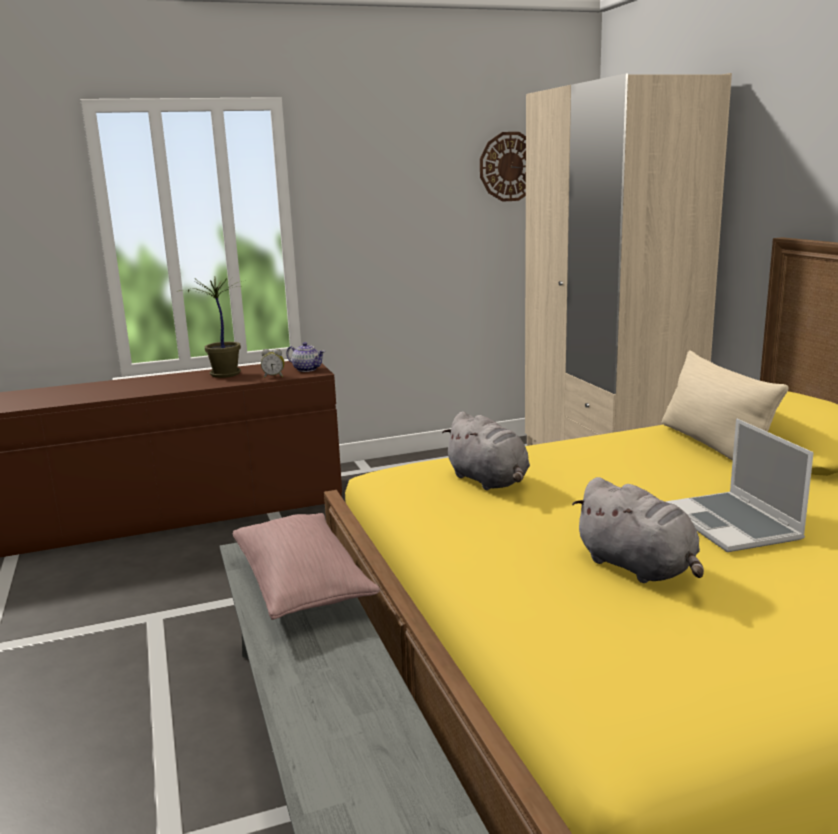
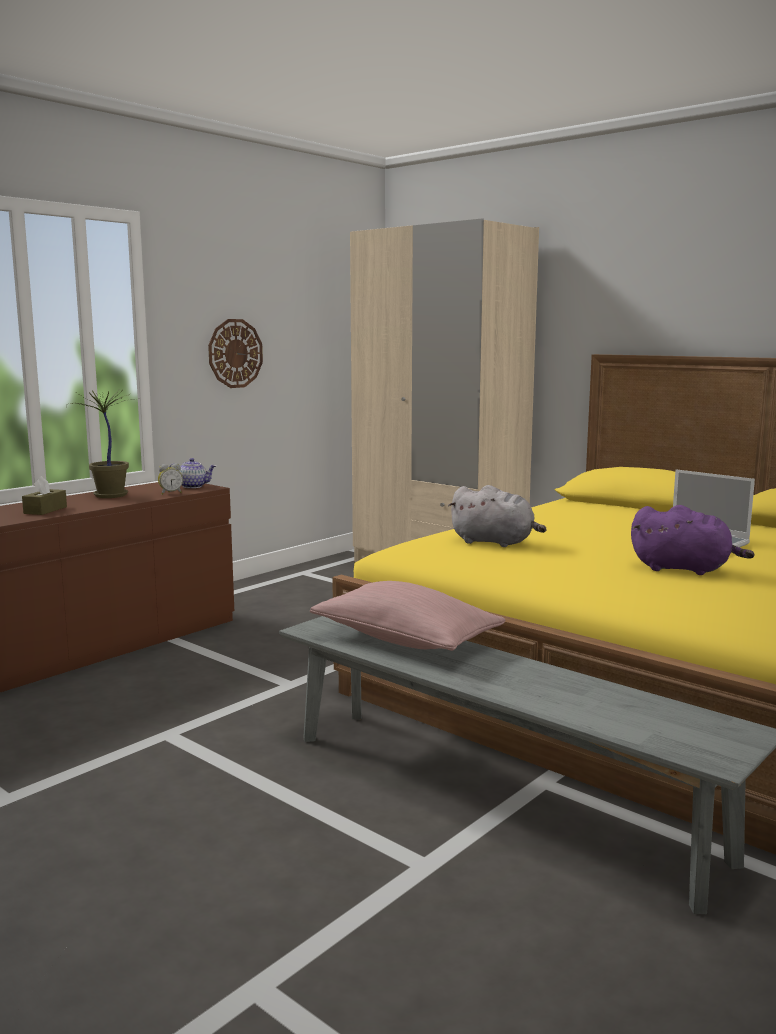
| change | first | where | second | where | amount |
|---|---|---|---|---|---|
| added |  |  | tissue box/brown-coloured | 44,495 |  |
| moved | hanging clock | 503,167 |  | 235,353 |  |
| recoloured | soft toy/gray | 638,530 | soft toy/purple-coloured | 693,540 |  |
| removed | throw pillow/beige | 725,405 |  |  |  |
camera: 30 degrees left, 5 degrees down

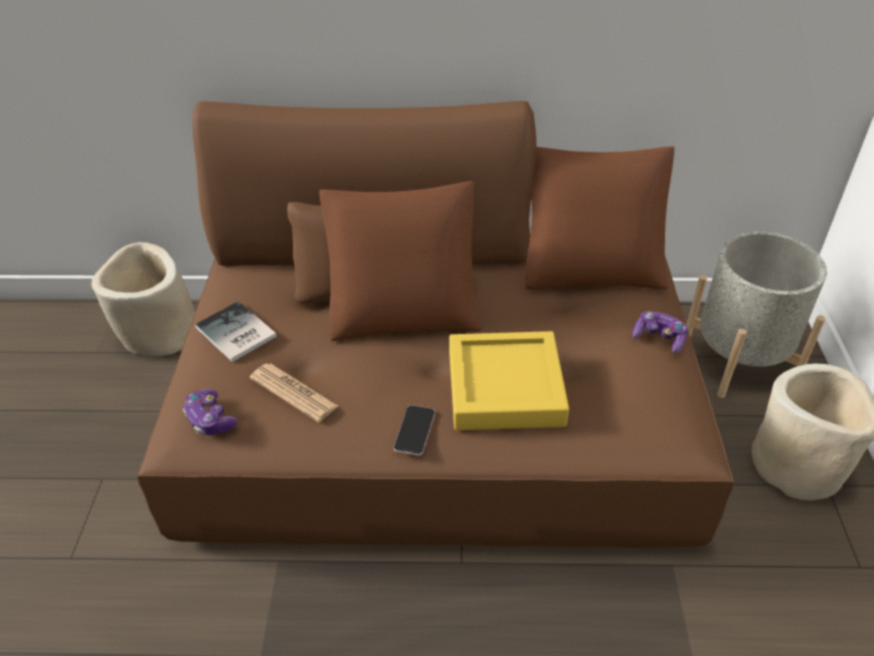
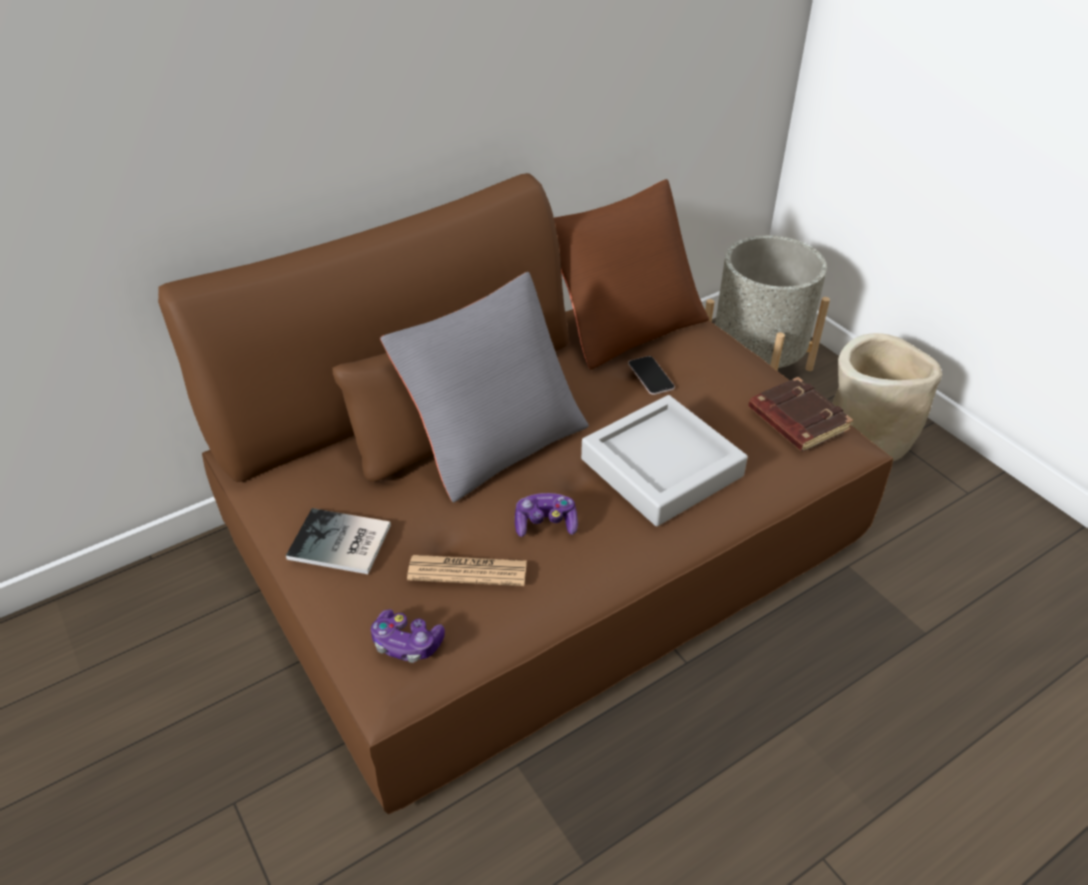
| change | first | where | second | where | amount |
|---|---|---|---|---|---|
| recoloured | throw pillow/brown-coloured | 400,261 | throw pillow/gray | 484,387 |  |
| moved | game controller | 660,332 |  | 546,515 |  |
| recoloured | tray/yellow | 509,380 | tray/gray | 664,460 |  |
| moved | phone | 414,430 |  | 651,375 |  |
| added |  |  | bound book/brown-coloured | 800,414 |  |
| removed | plant pot/beige | 143,299 |  |  |  |
camera: 35 degrees left, 0 degrees up

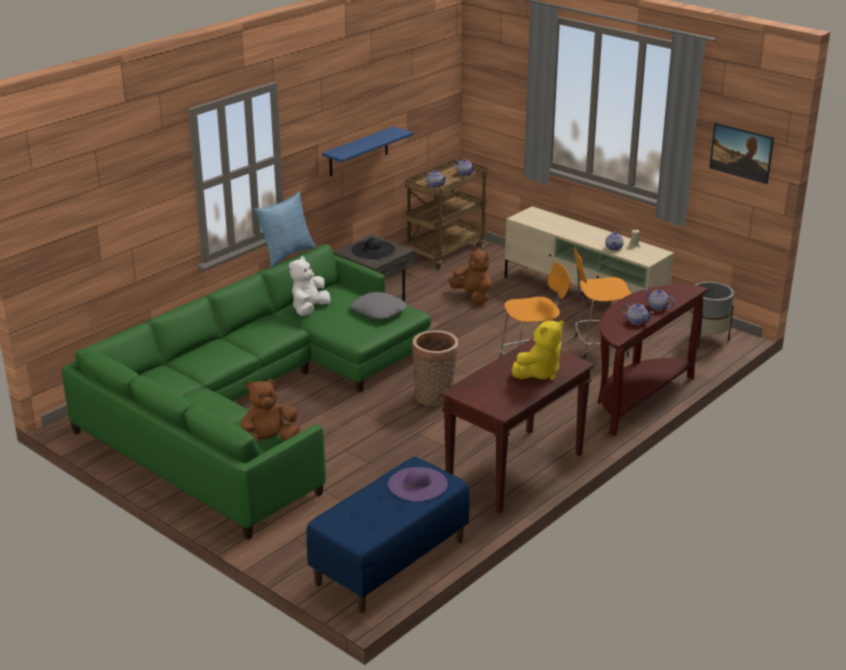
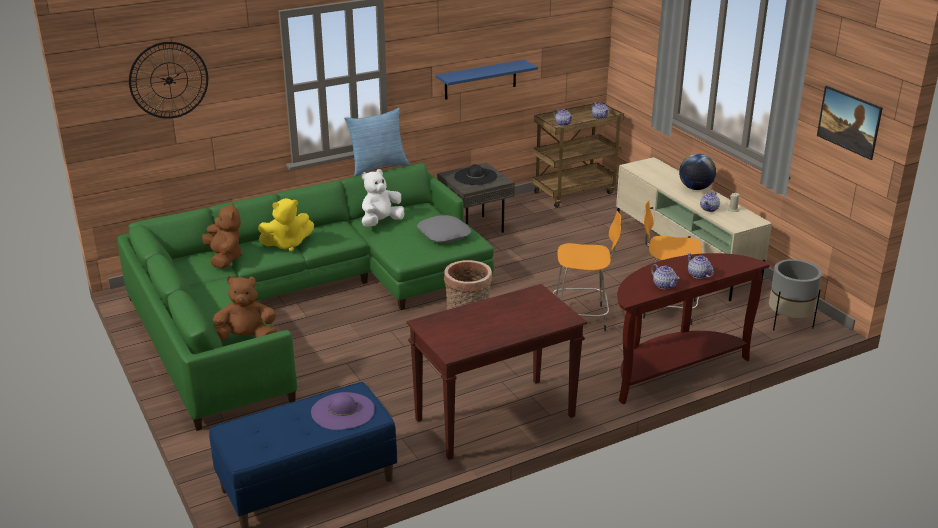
| change | first | where | second | where | amount |
|---|---|---|---|---|---|
| added |  |  | hanging clock | 168,80 |  |
| moved | soft toy/brown-coloured | 470,275 |  | 222,236 |  |
| moved | soft toy/yellow | 538,350 |  | 286,225 |  |
| added |  |  | desk globe | 697,172 |  |
camera: 20 degrees right, 0 degrees up

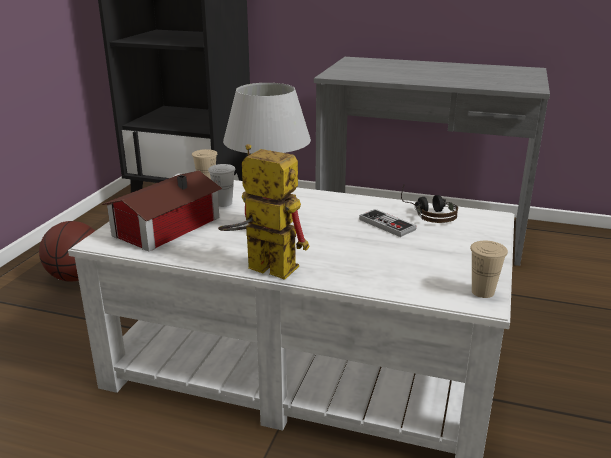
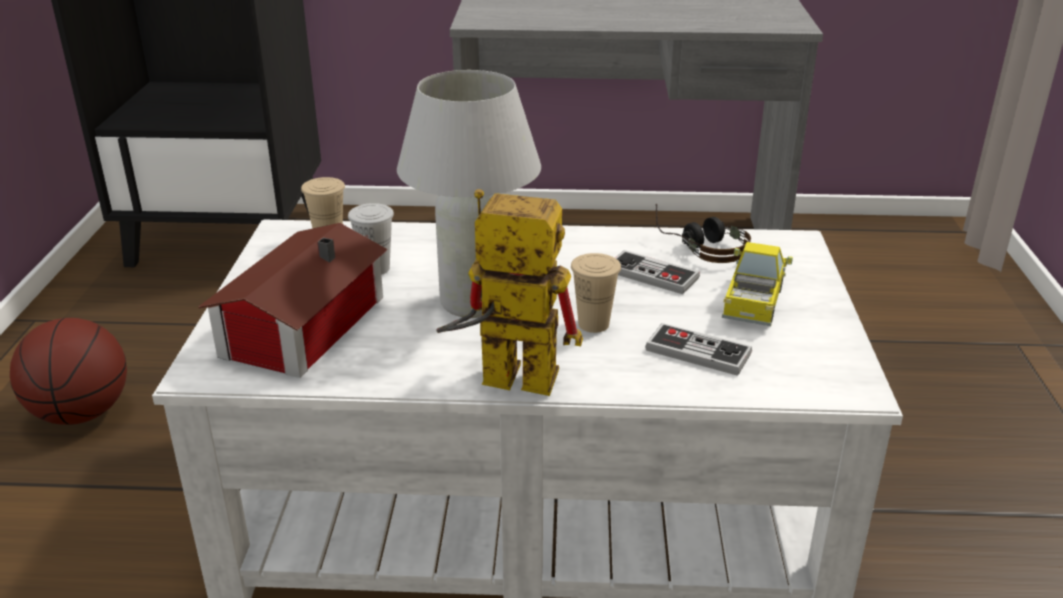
| change | first | where | second | where | amount |
|---|---|---|---|---|---|
| moved | small cup/beige | 489,269 |  | 596,293 |  |
| added |  |  | game controller | 698,349 |  |
| added |  |  | toy truck | 757,284 |  |
camera: 15 degrees left, 5 degrees up

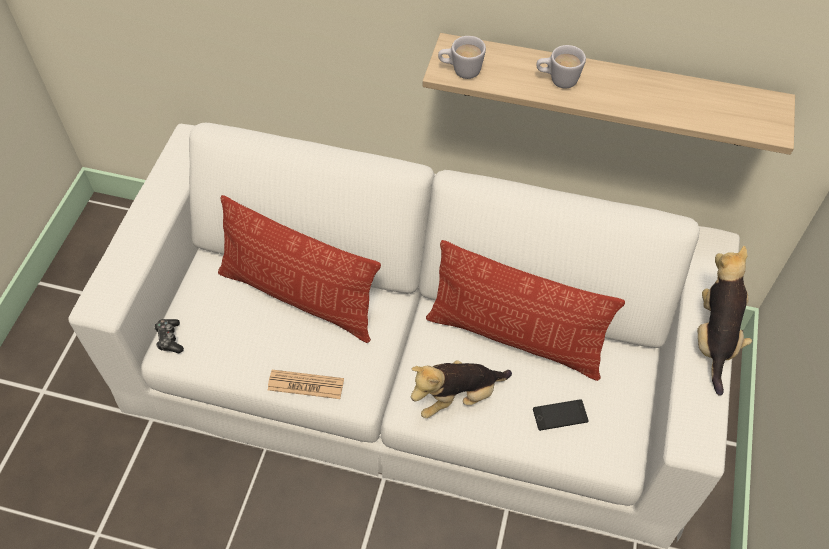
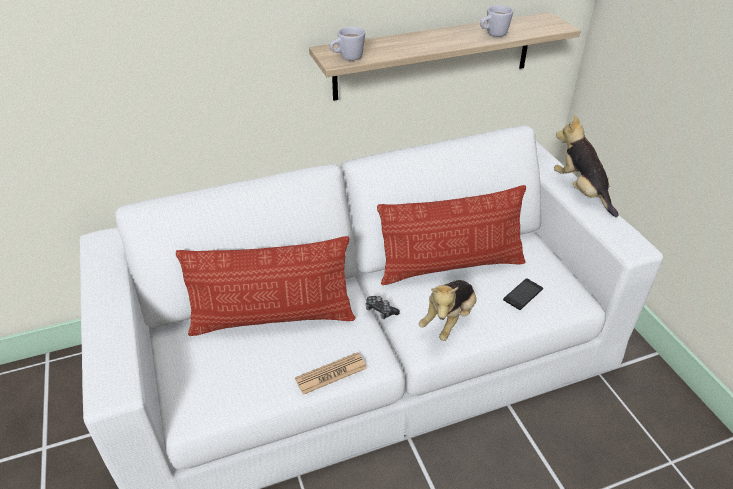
| change | first | where | second | where | amount |
|---|---|---|---|---|---|
| moved | game controller | 169,336 |  | 383,307 |  |
| moved | tea mug/white-coloured | 561,67 |  | 496,21 |  |
camera: 35 degrees left, 15 degrees down

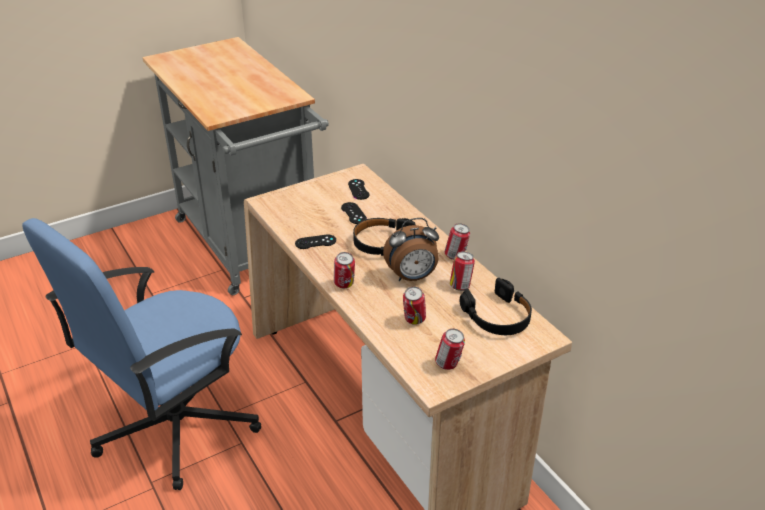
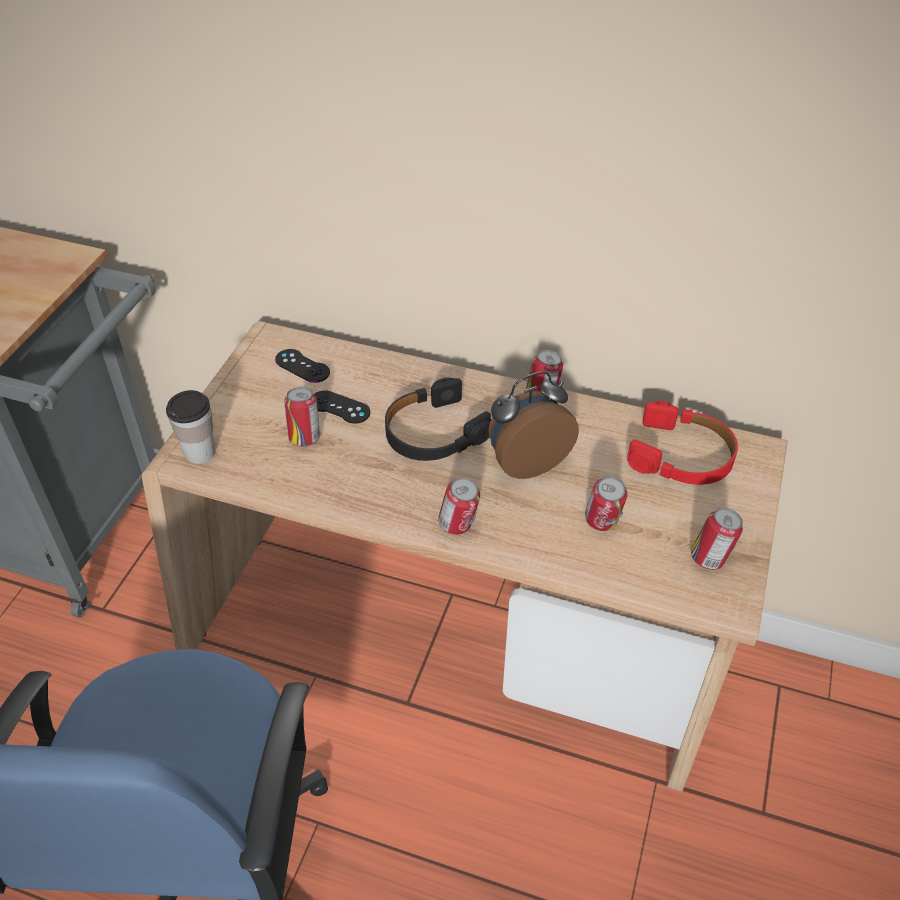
| change | first | where | second | where | amount |
|---|---|---|---|---|---|
| added |  |  | small cup | 190,427 |  |
| moved | metal can | 462,271 |  | 302,417 |  |
| turned | table clock | 411,249 |  | 533,425 | 150 degrees counterclockwise |
| recoloured | headset/black-coloured | 496,306 | headset/reddish | 682,443 |  |
| removed | game controller/black-coloured | 315,241 |  |  |  |
camera: 40 degrees left, 10 degrees up

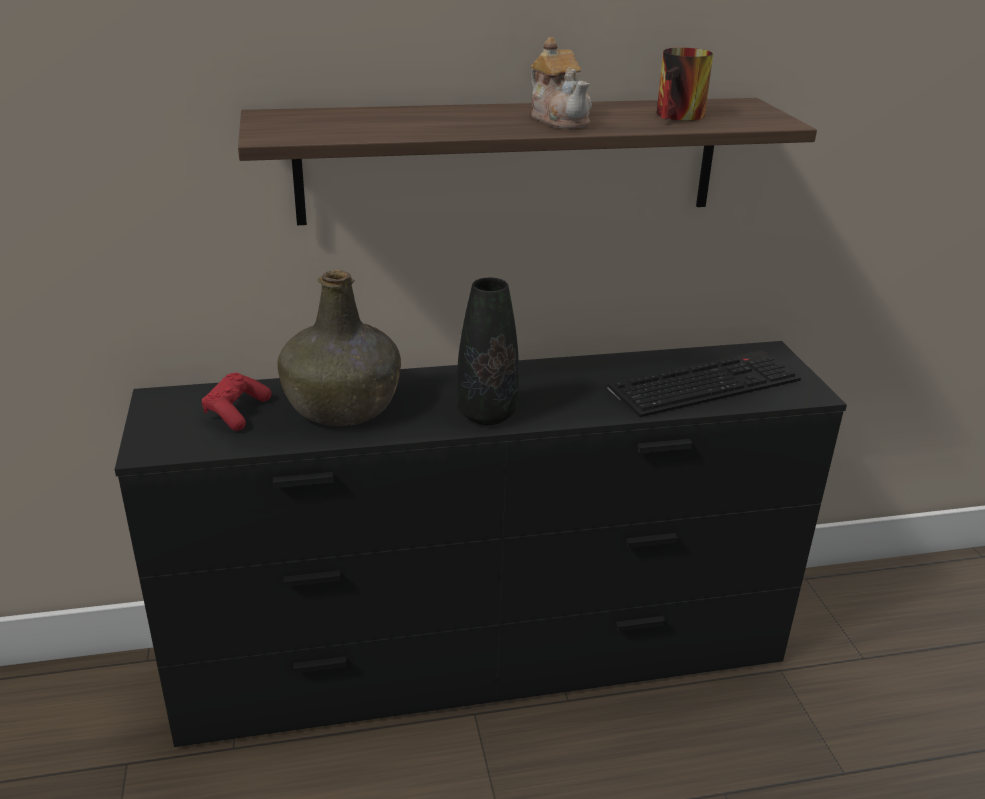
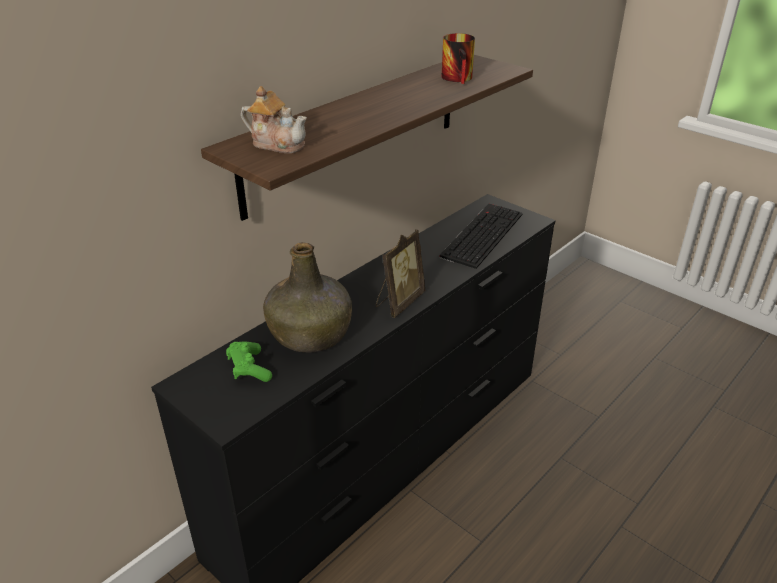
| change | first | where | second | where | amount |
|---|---|---|---|---|---|
| recoloured | game controller/reddish | 236,401 | game controller/green | 249,362 |  |
| moved | teapot | 561,83 |  | 274,119 |  |
| replaced | vase/black-coloured | 488,351 | picture frame | 400,273 |  |
camera: 35 degrees left, 5 degrees up

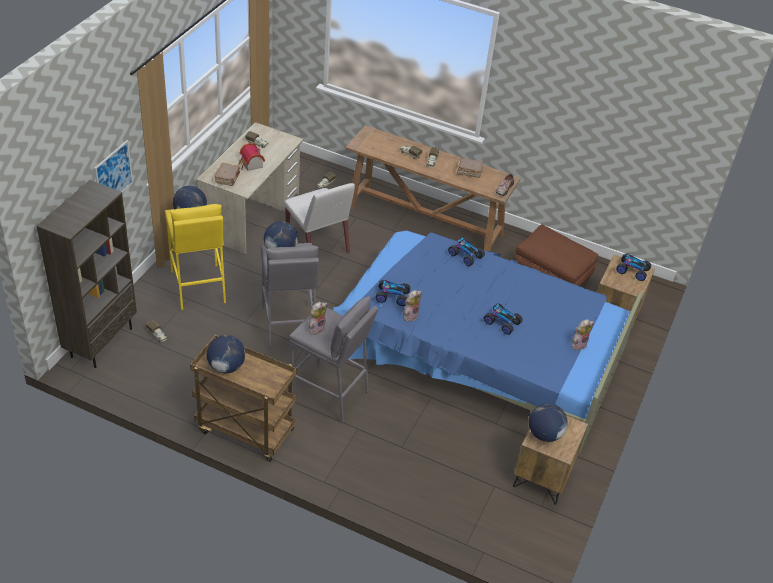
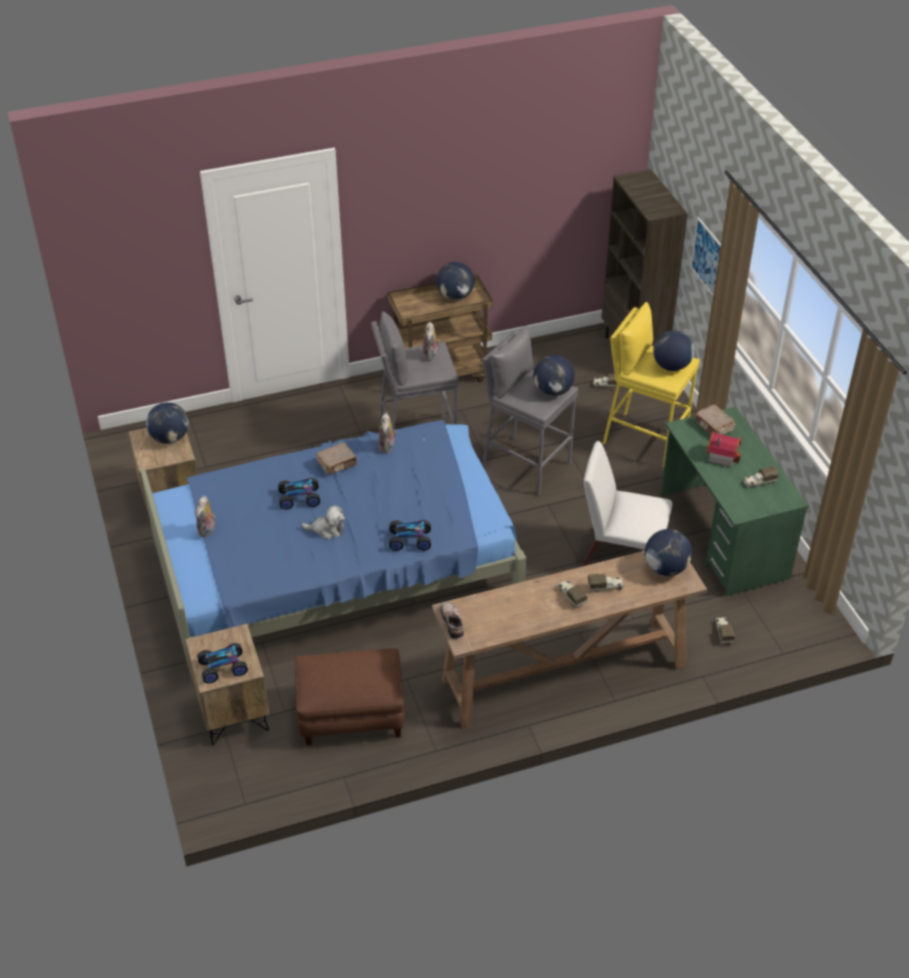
| change | first | where | second | where | amount |
|---|---|---|---|---|---|
| added |  |  | soft toy | 323,522 |  |
| moved | bound book/brown-coloured | 470,168 |  | 336,459 |  |
| added |  |  | desk globe | 668,552 |  |
| recoloured | desk unit/beige | 249,188 | desk unit/green | 734,501 |  |
| removed | toy car | 393,293 |  |  |  |
camera: 140 degrees right, 0 degrees up

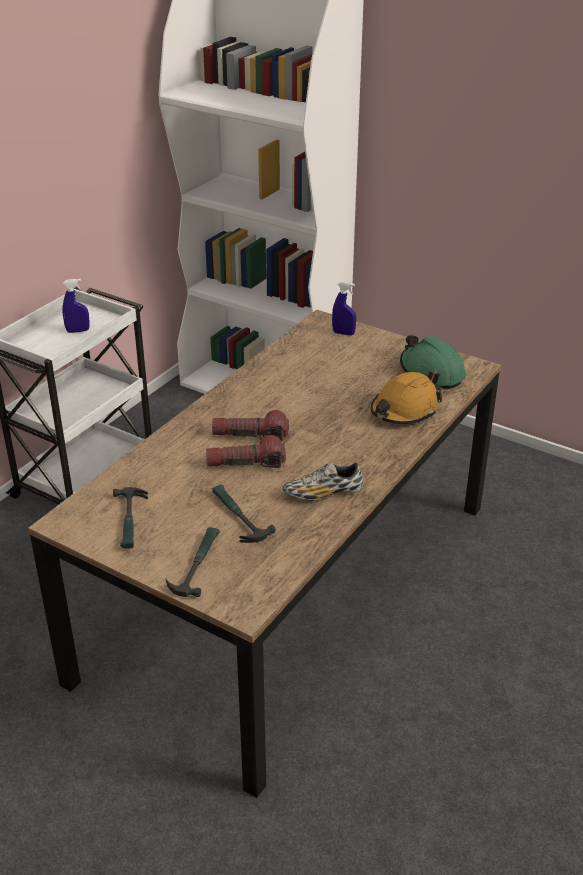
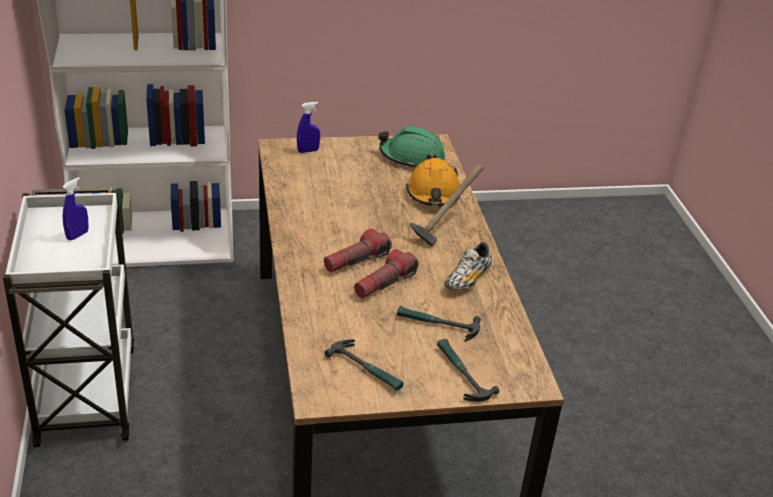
| change | first | where | second | where | amount |
|---|---|---|---|---|---|
| added |  |  | tool hammer | 447,205 |  |
camera: 45 degrees left, 0 degrees up

